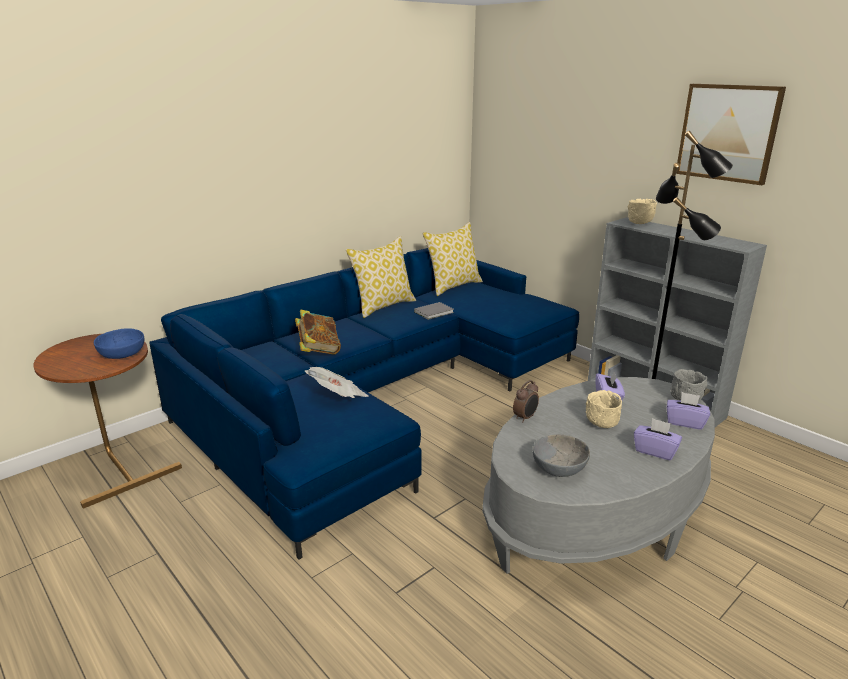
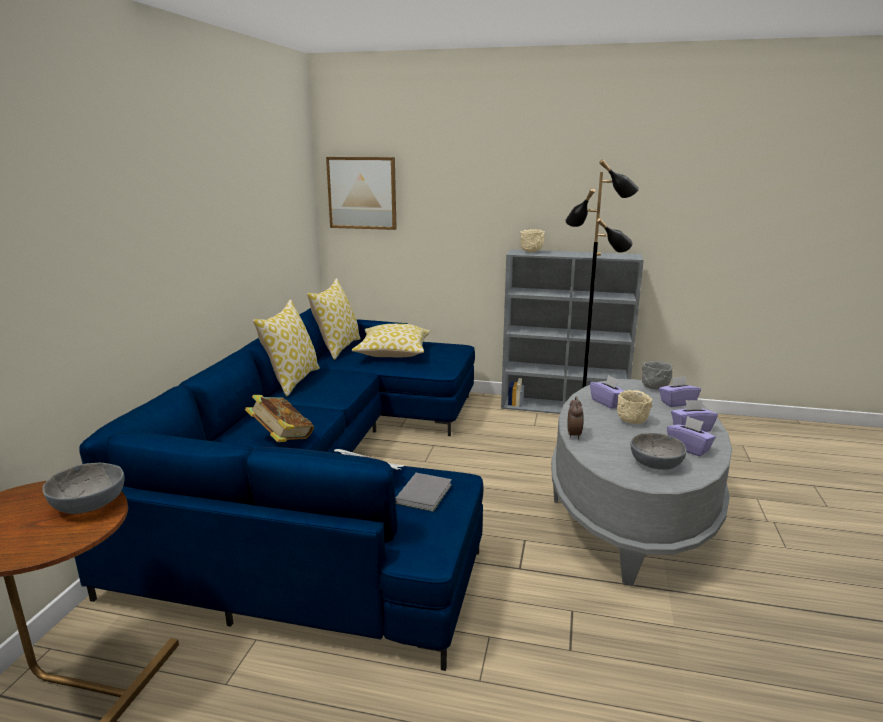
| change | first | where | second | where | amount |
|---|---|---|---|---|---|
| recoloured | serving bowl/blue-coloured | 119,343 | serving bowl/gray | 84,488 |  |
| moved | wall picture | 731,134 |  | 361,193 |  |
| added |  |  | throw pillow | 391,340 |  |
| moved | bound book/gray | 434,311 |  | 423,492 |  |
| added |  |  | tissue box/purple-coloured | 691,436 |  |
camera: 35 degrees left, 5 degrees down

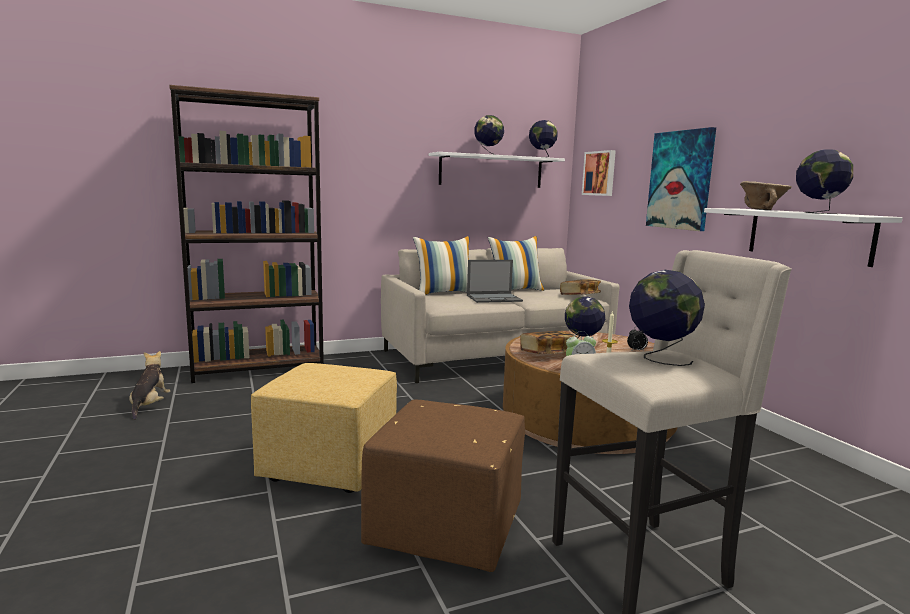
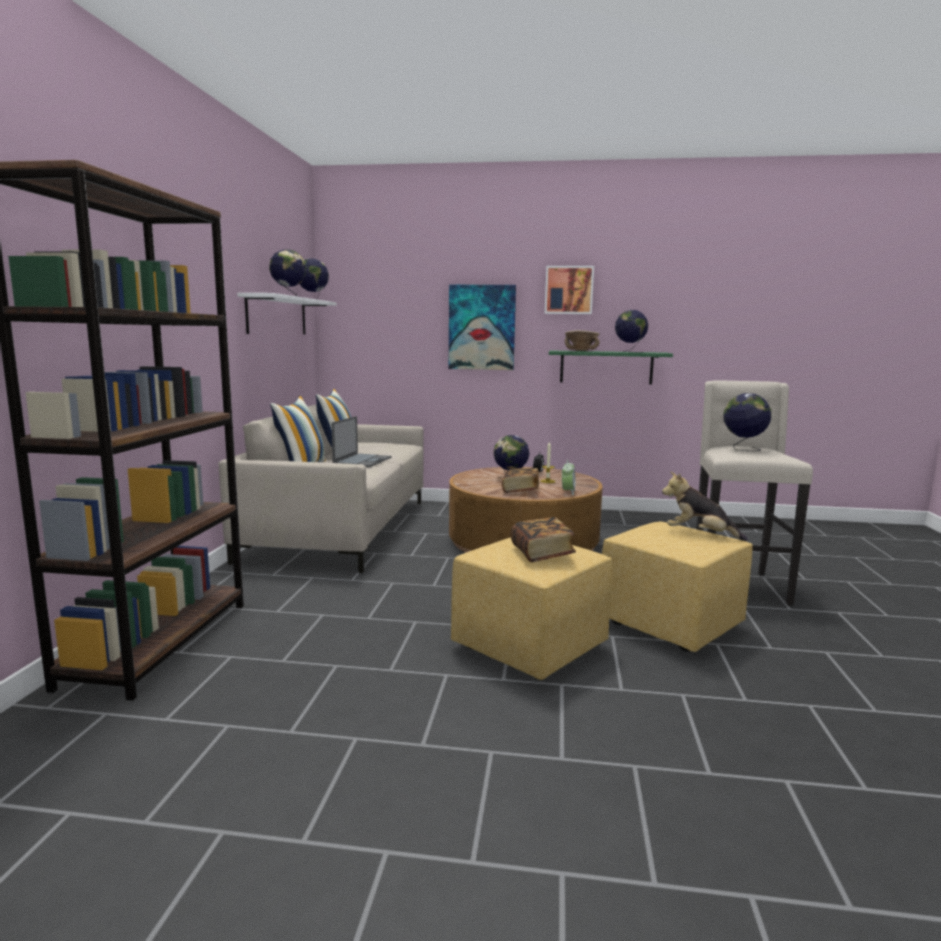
| change | first | where | second | where | amount |
|---|---|---|---|---|---|
| moved | bound book | 580,287 |  | 543,539 |  |
| moved | wall picture | 599,173 |  | 569,290 |  |
| recoloured | bracket shelf/white-coloured | 803,237 | bracket shelf/green | 611,367 |  |
| recoloured | ottoman/brown-coloured | 443,485 | ottoman/yellow | 677,586 |  |
| moved | soft toy | 150,385 |  | 705,506 |  |
camera: 60 degrees left, 0 degrees up

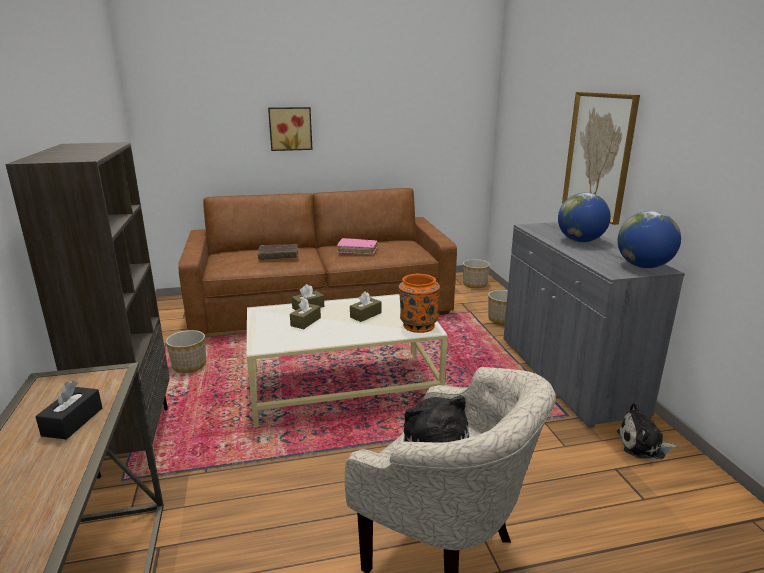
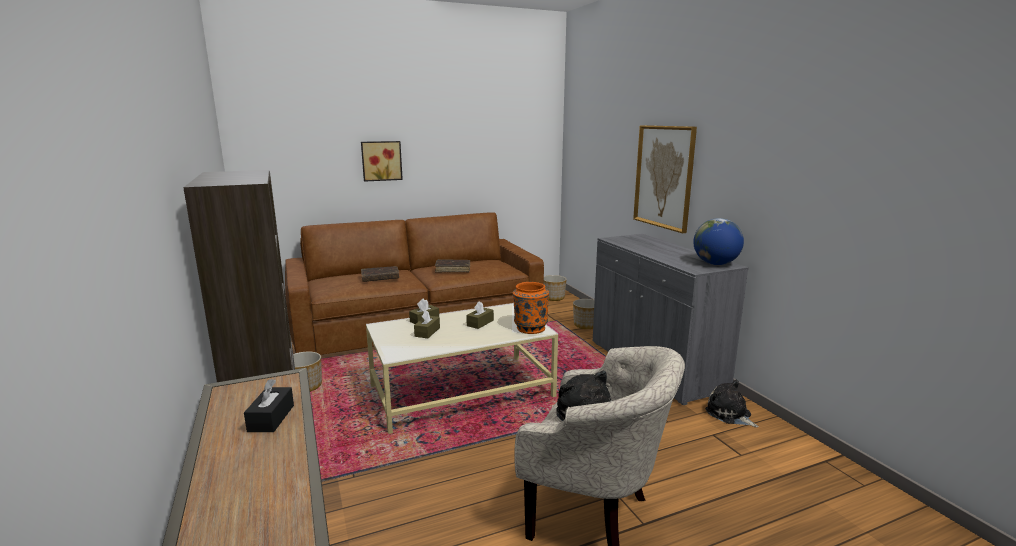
| change | first | where | second | where | amount |
|---|---|---|---|---|---|
| recoloured | bound book/pink | 357,246 | bound book/brown-coloured | 452,266 |  |
| turned | soft toy | 647,431 |  | 732,403 | 60 degrees clockwise |
| removed | desk globe | 584,217 |  |  |  |
camera: 10 degrees left, 5 degrees down

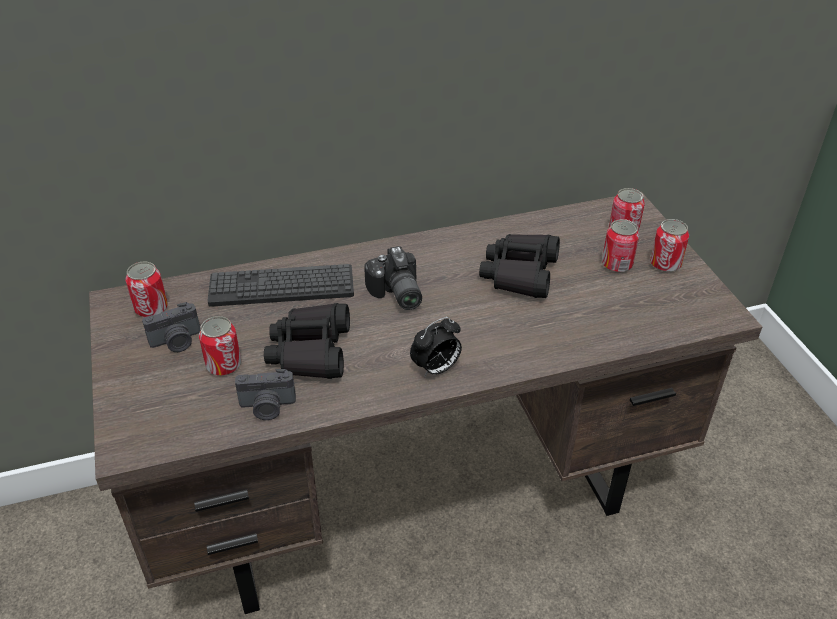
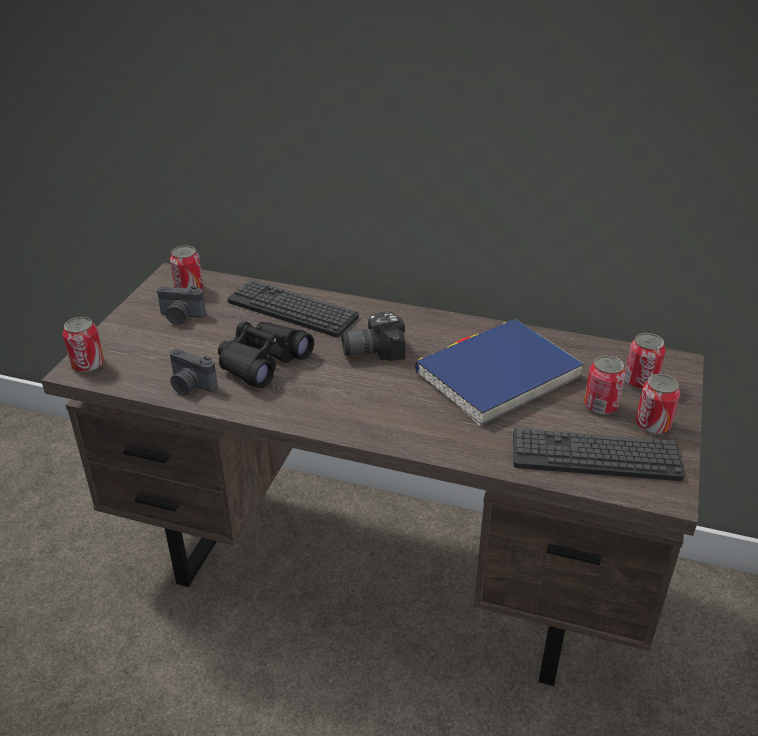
| change | first | where | second | where | amount |
|---|---|---|---|---|---|
| moved | metal can | 220,346 |  | 83,345 |  |
| turned | photo camera | 393,278 |  | 373,336 | 60 degrees clockwise |
| replaced | field glasses/black-coloured | 519,266 | bound book/blue-coloured | 499,372 |  |
| added |  |  | PC keyboard | 599,455 |  |
| removed | table clock | 436,347 |  |  |  |
camera: 35 degrees right, 5 degrees down

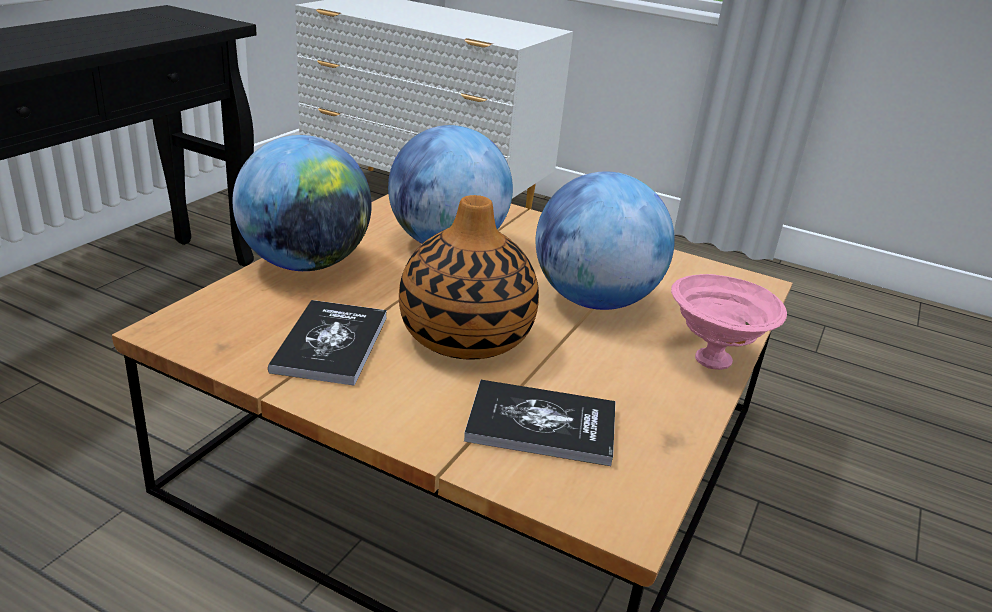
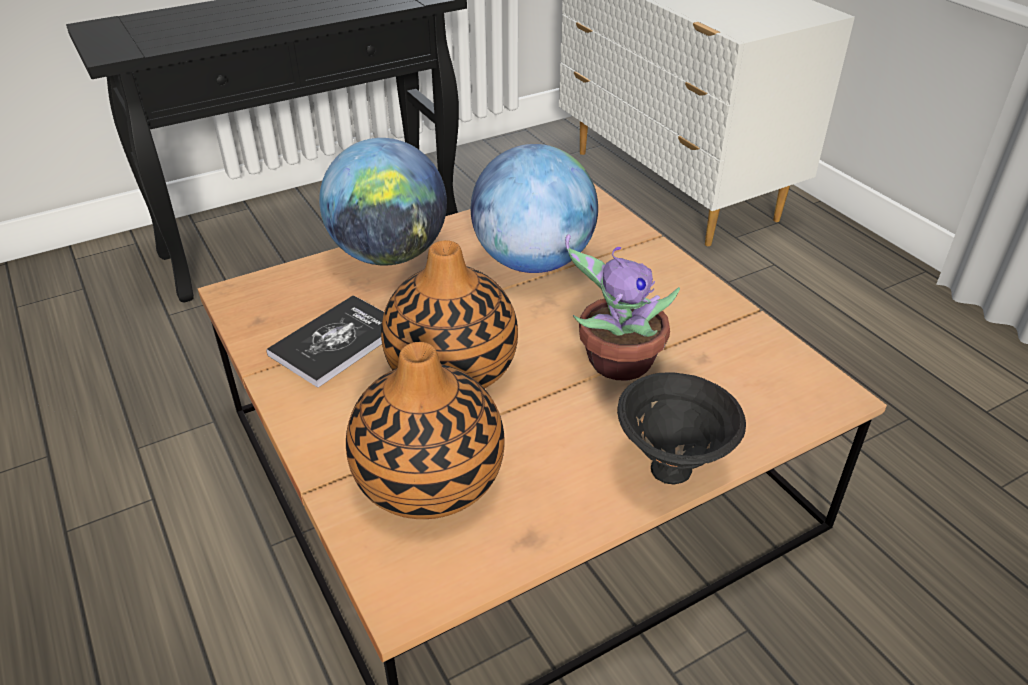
| change | first | where | second | where | amount |
|---|---|---|---|---|---|
| replaced | bound book | 540,423 | vase | 425,430 |  |
| replaced | desk globe | 605,240 | houseplant | 622,307 |  |
| recoloured | serving bowl/pink | 729,322 | serving bowl/black-coloured | 681,428 |  |
camera: 35 degrees right, 10 degrees up

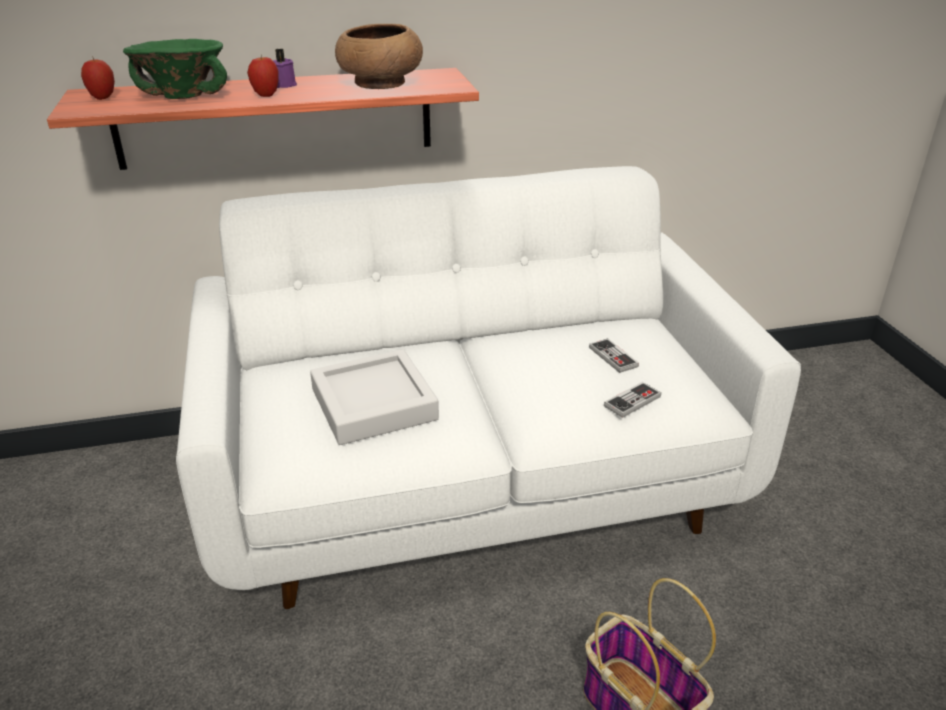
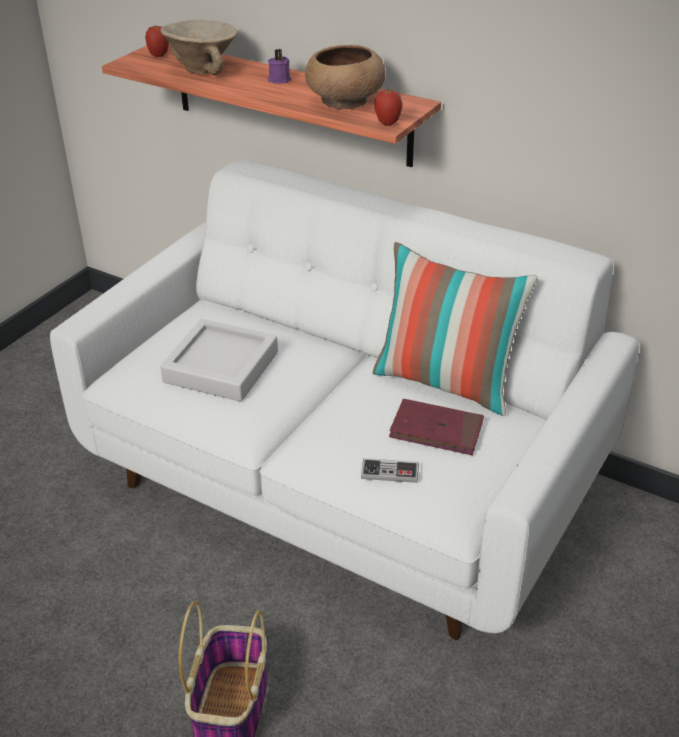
| change | first | where | second | where | amount |
|---|---|---|---|---|---|
| recoloured | serving bowl/green | 175,69 | serving bowl/beige | 199,47 |  |
| added |  |  | throw pillow | 455,329 |  |
| moved | whole apple | 263,77 |  | 388,107 |  |
| replaced | game controller | 614,355 | bound book/reddish | 436,427 |  |
camera: 45 degrees right, 5 degrees up

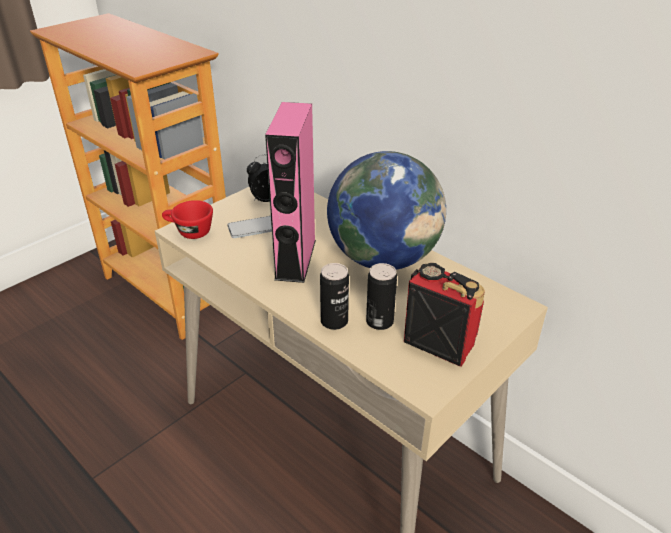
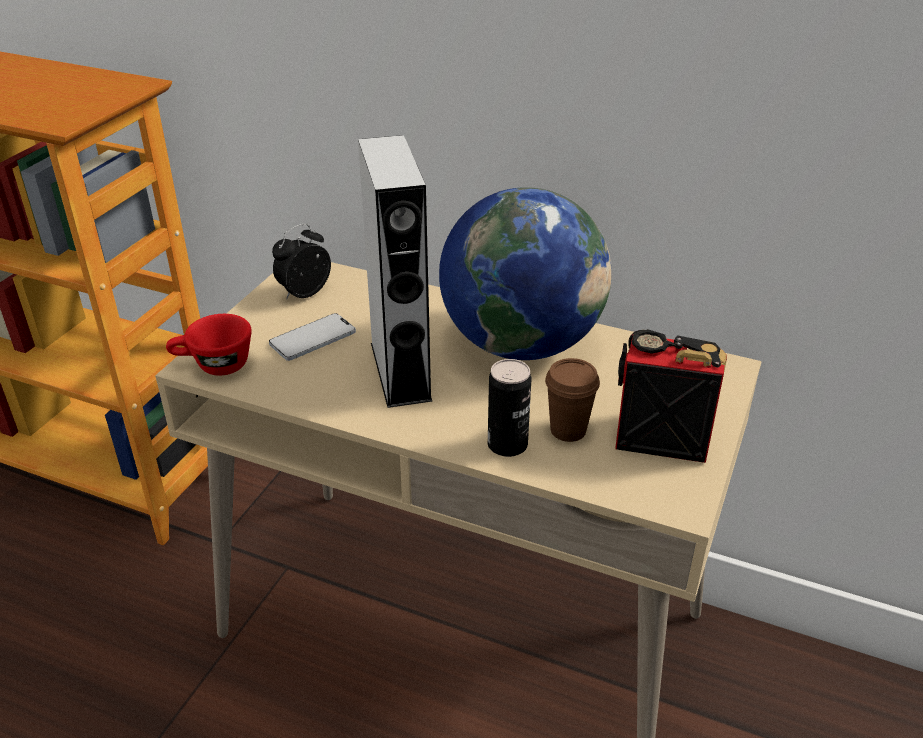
| change | first | where | second | where | amount |
|---|---|---|---|---|---|
| recoloured | speaker/pink | 290,192 | speaker/gray | 395,271 |  |
| replaced | metal can | 381,296 | small cup/brown-coloured | 572,400 |  |
camera: 20 degrees left, 0 degrees up

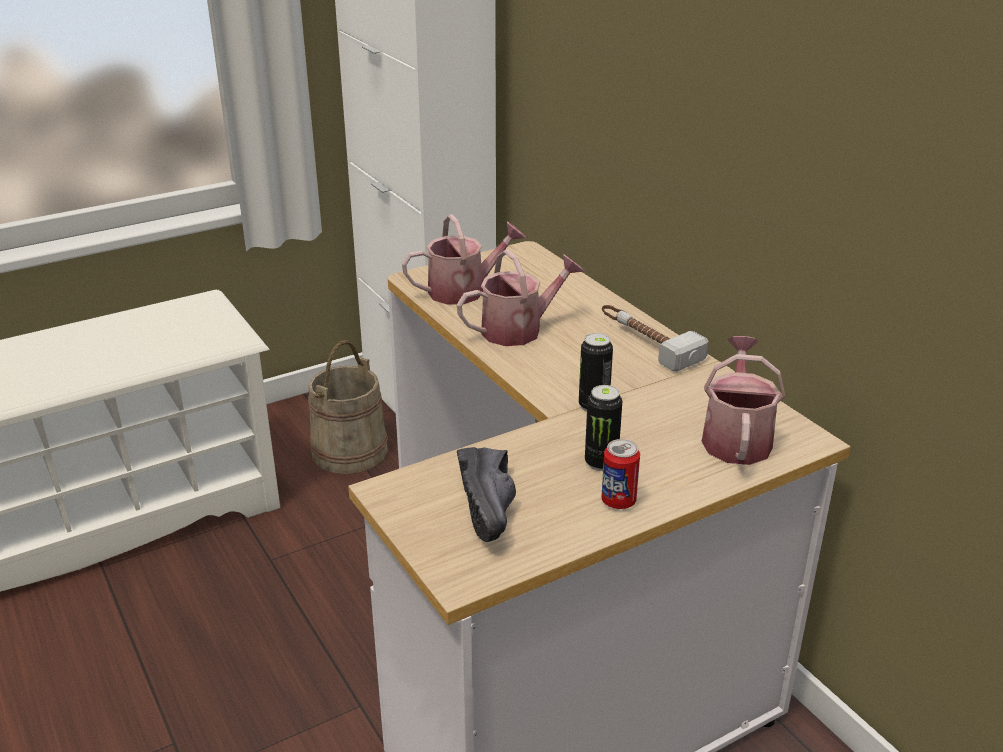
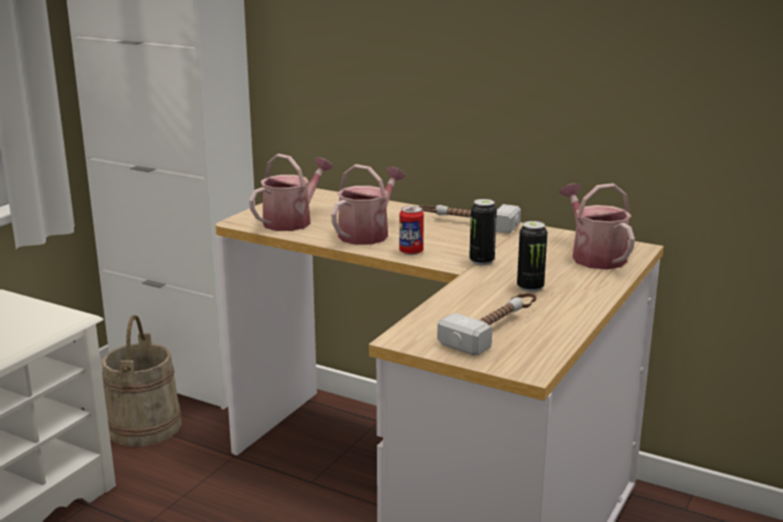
| change | first | where | second | where | amount |
|---|---|---|---|---|---|
| moved | metal can | 620,474 |  | 411,230 |  |
| replaced | item of footwear/black-coloured | 486,494 | tool hammer | 487,324 |  |
camera: 30 degrees left, 10 degrees down

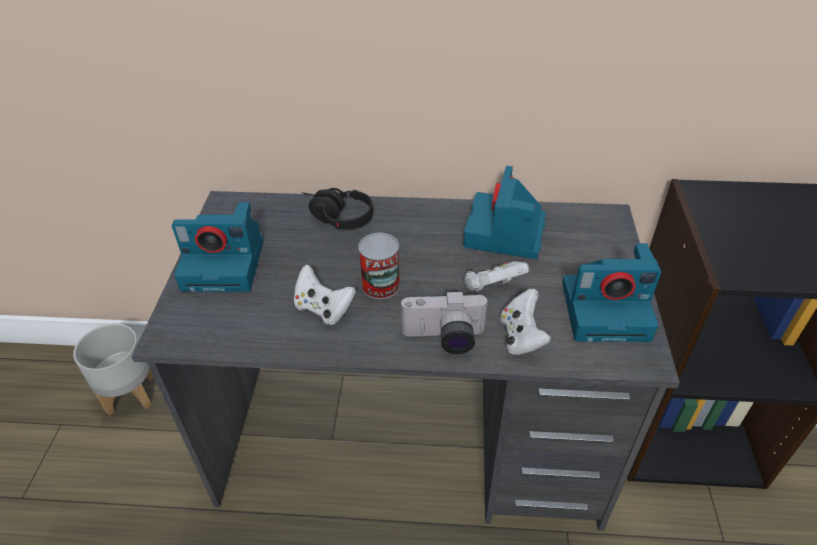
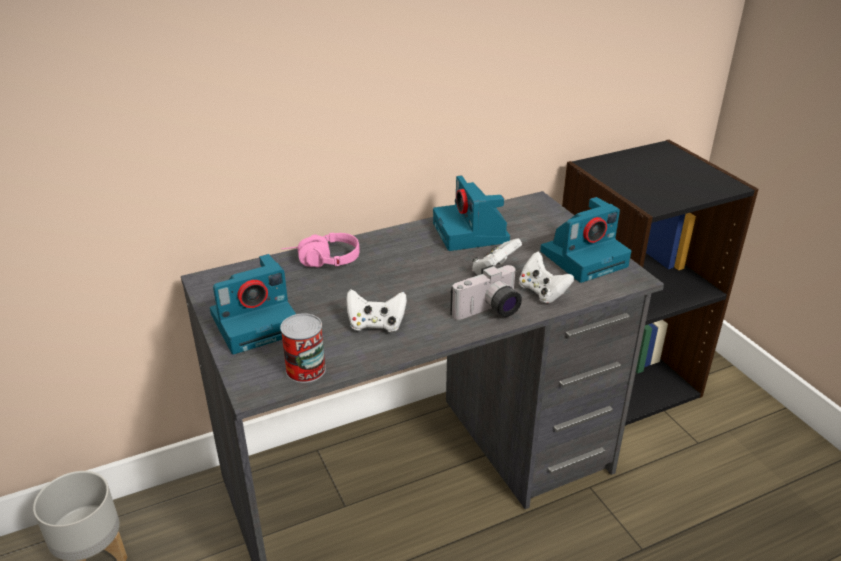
| change | first | where | second | where | amount |
|---|---|---|---|---|---|
| moved | metal can | 379,265 |  | 303,348 |  |
| recoloured | headset/black-coloured | 337,208 | headset/pink | 320,250 |  |
camera: 30 degrees left, 10 degrees down

